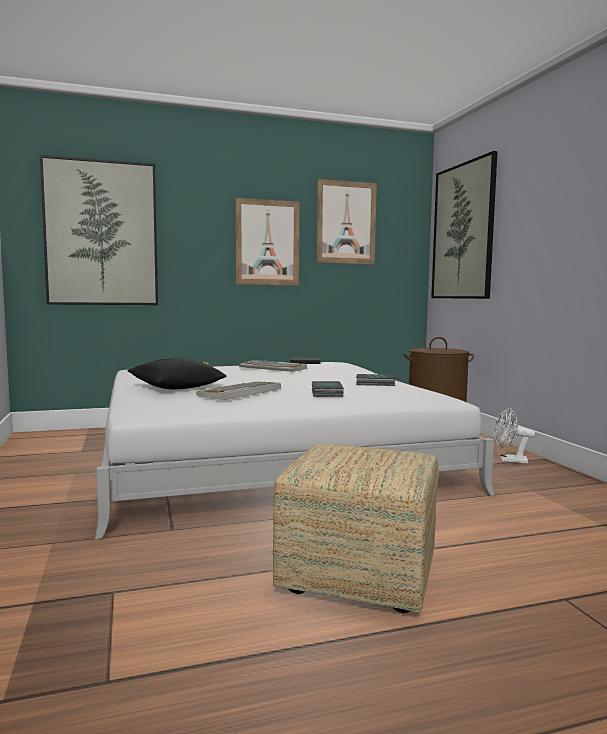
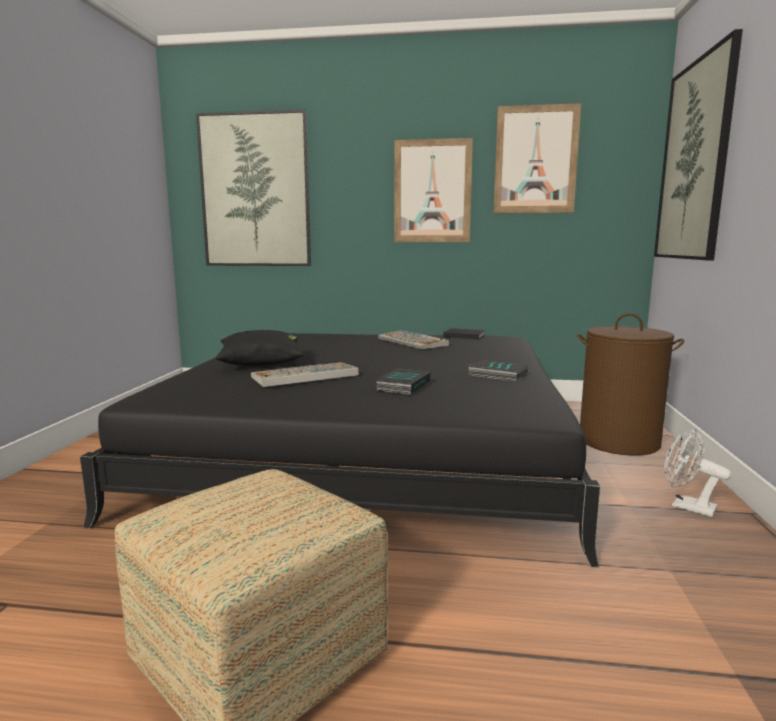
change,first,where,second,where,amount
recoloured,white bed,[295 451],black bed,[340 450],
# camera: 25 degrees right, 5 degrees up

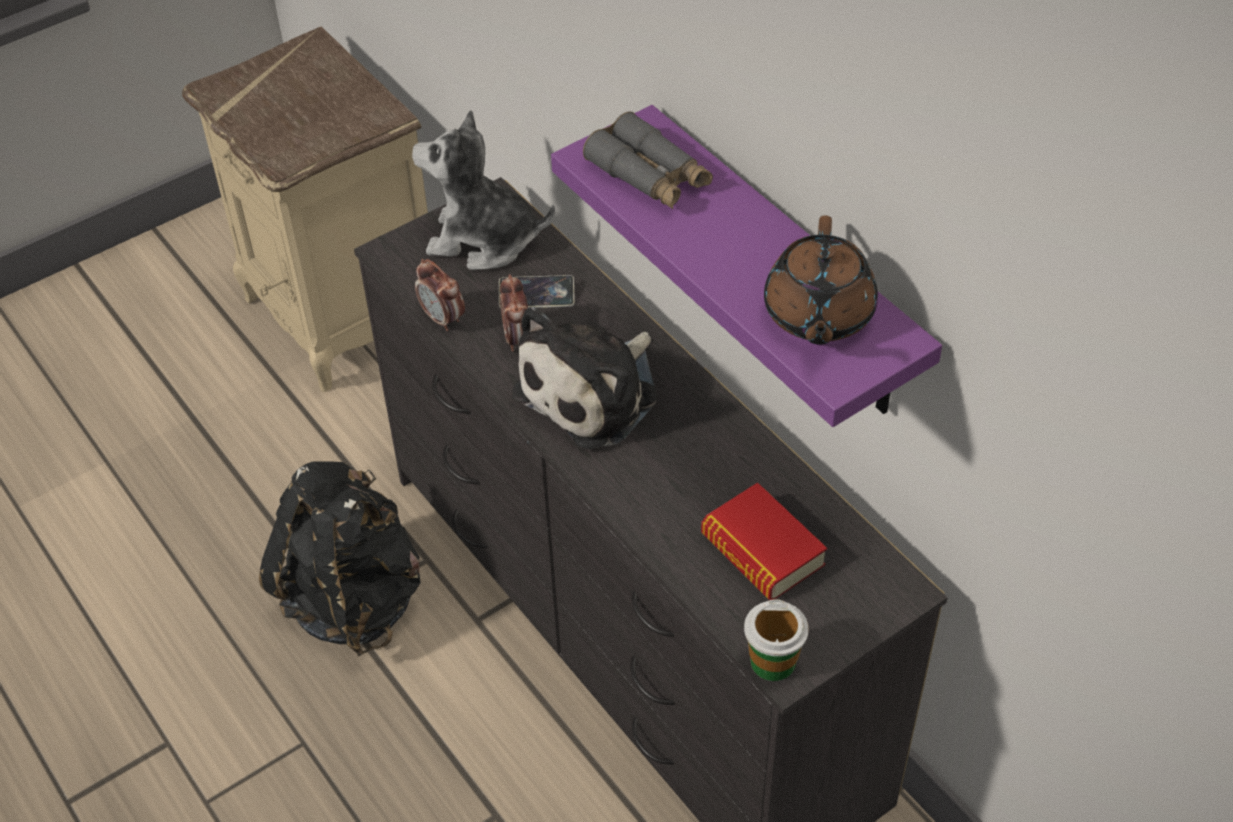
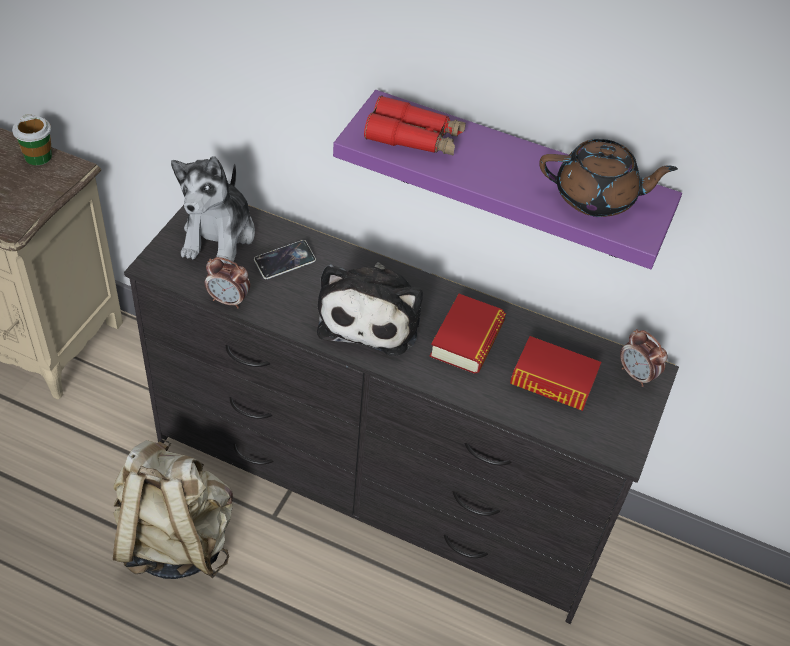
change,first,where,second,where,amount
turned,plush toy,[483 190],,[213 210],60 degrees counterclockwise
recoloured,grey binoculars,[648 160],red binoculars,[415 125],
turned,brown teapot,[821 280],,[608 178],60 degrees counterclockwise
moved,alarm clock,[514 313],,[644 358],
recoloured,black backpack,[340 558],beige backpack,[173 509],
moved,cup,[776 640],,[32 139],
added,,,book,[467 334],
# camera: 35 degrees left, 0 degrees up

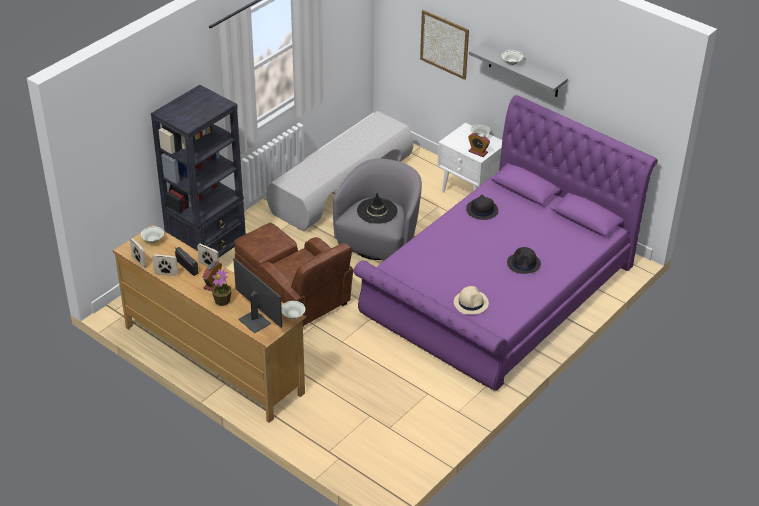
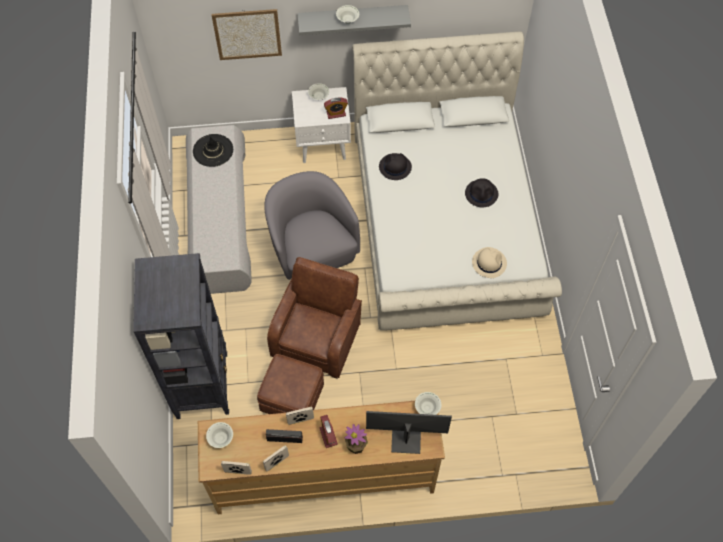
change,first,where,second,where,amount
recoloured,purple bed,[505 243],beige bed,[457 180],
moved,black hat,[377 208],,[213 150],
turned,brown armchair,[293 275],,[309 335],75 degrees counterclockwise
# camera: 45 degrees left, 20 degrees up

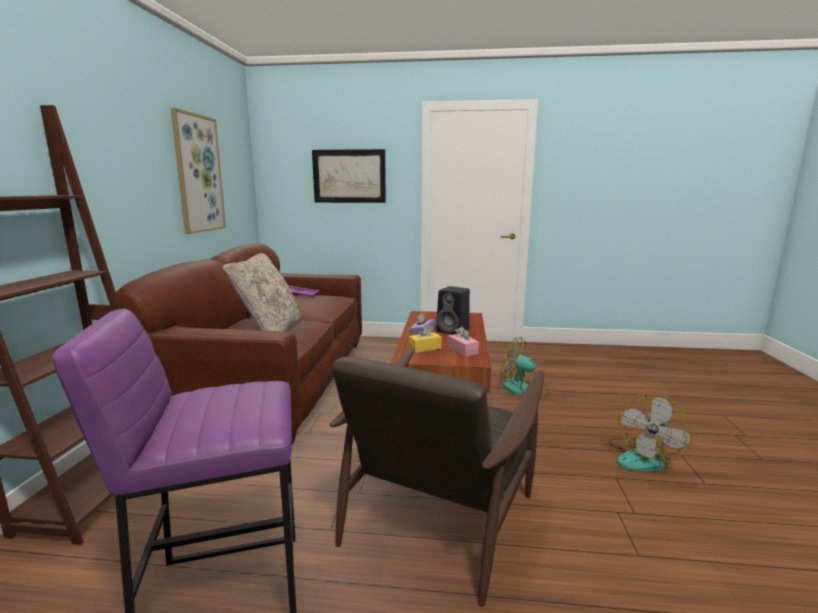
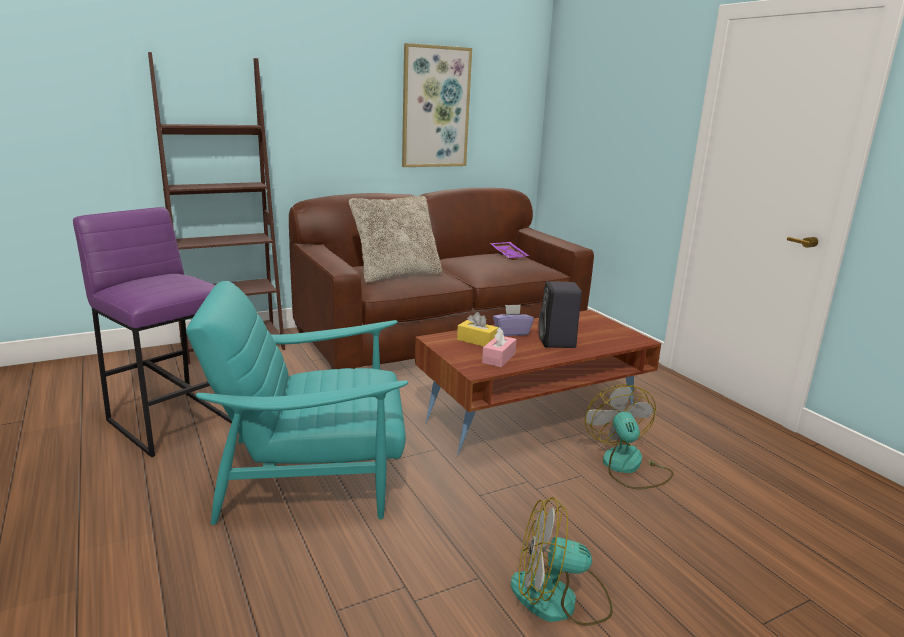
change,first,where,second,where,amount
removed,picture,[349 176],,,
recoloured,brown armchair,[437 477],turquoise armchair,[297 403],
# camera: 55 degrees right, 5 degrees up

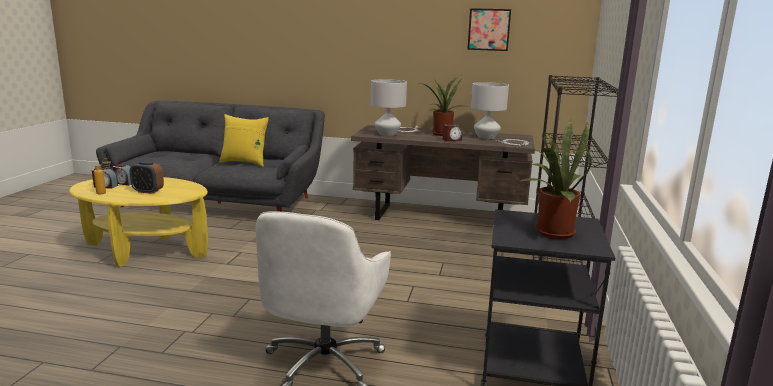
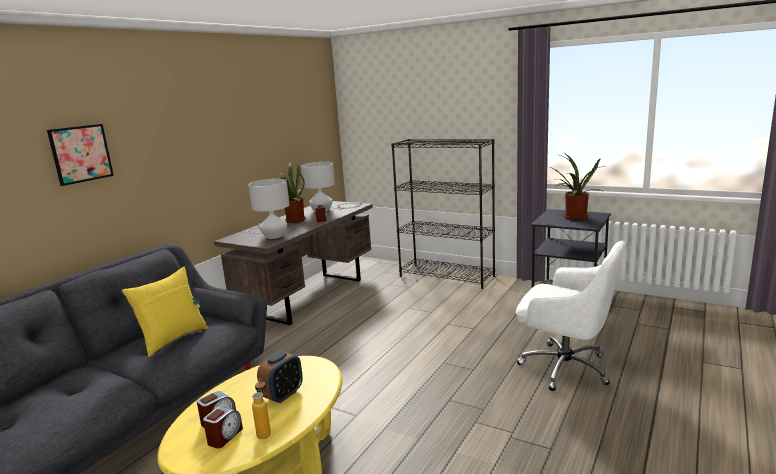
change,first,where,second,where,amount
moved,picture,[489 29],,[80 155],
# camera: 70 degrees left, 0 degrees up

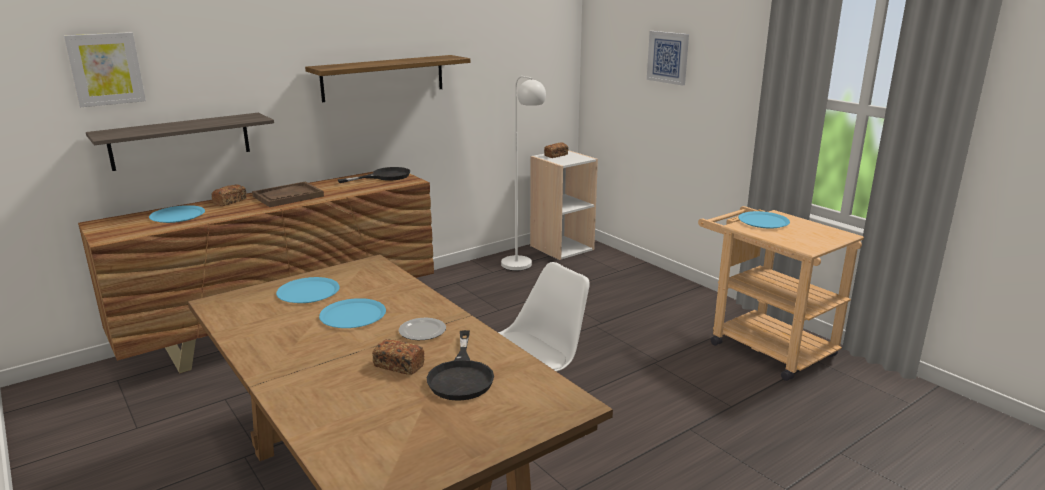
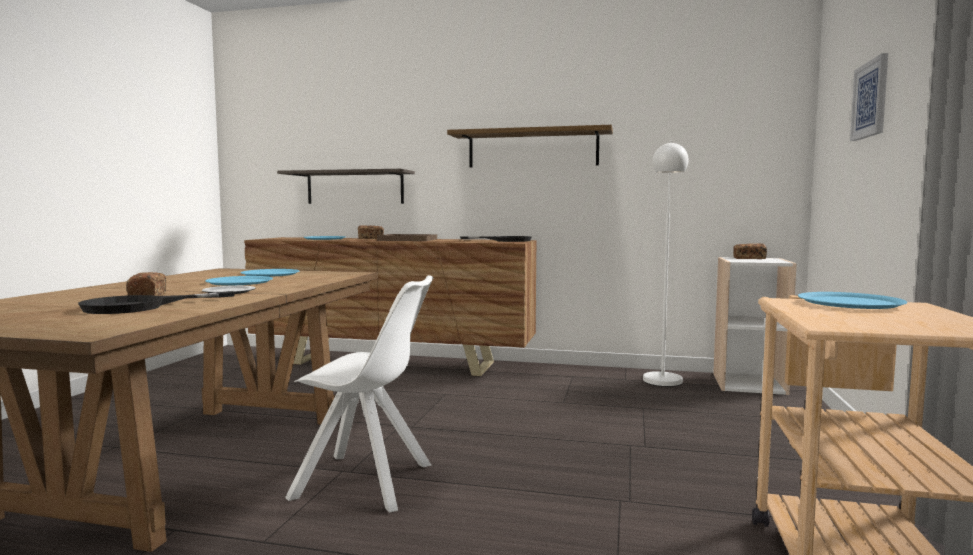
change,first,where,second,where,amount
removed,picture,[105 69],,,
# camera: 50 degrees right, 15 degrees down

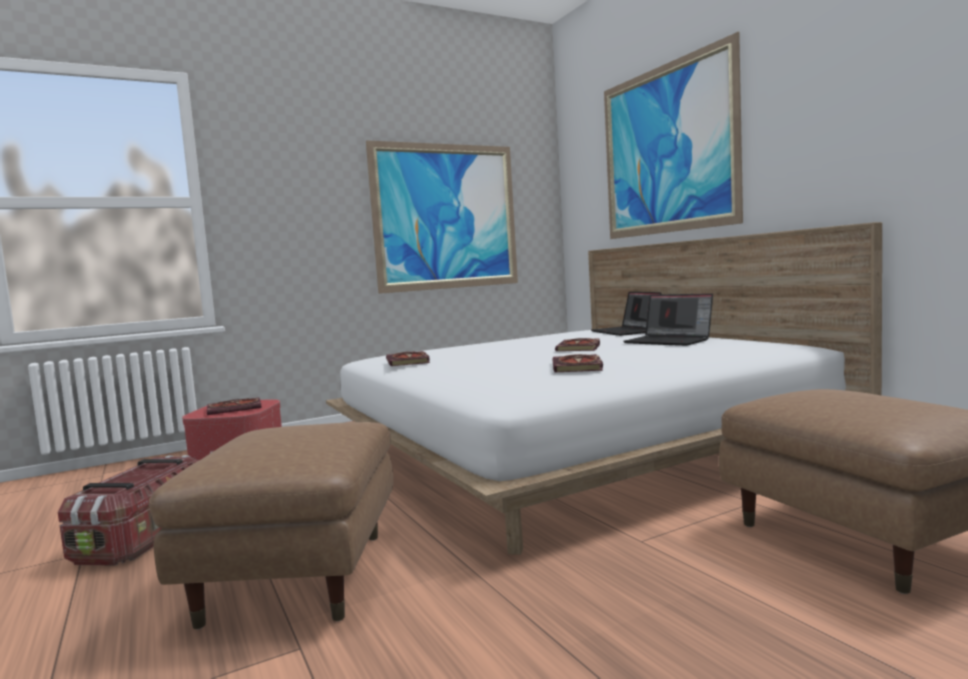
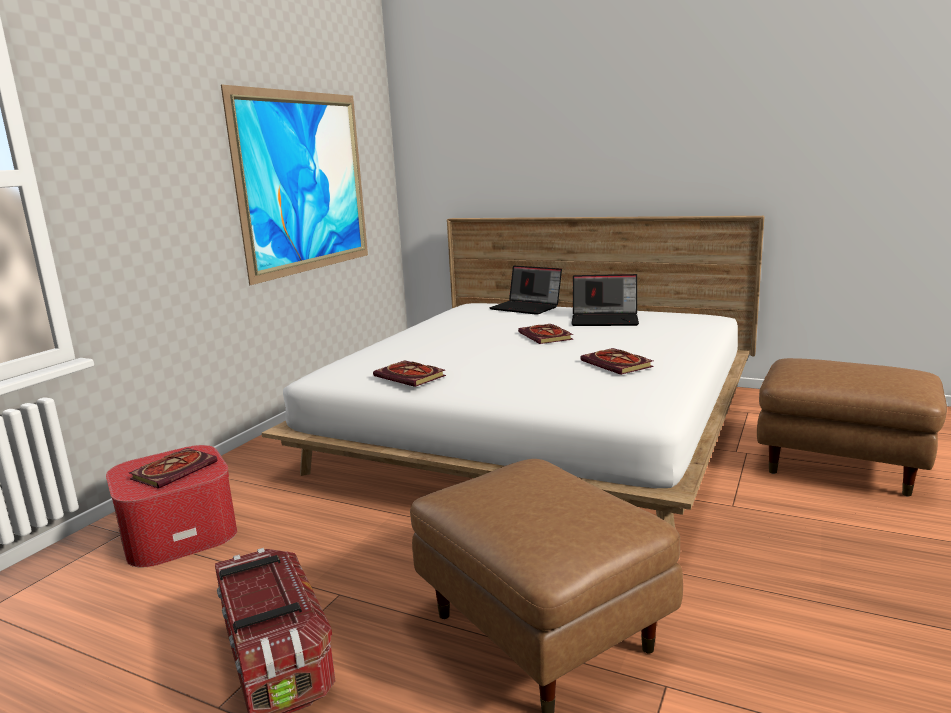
change,first,where,second,where,amount
removed,picture,[673 135],,,
# camera: 35 degrees left, 10 degrees up

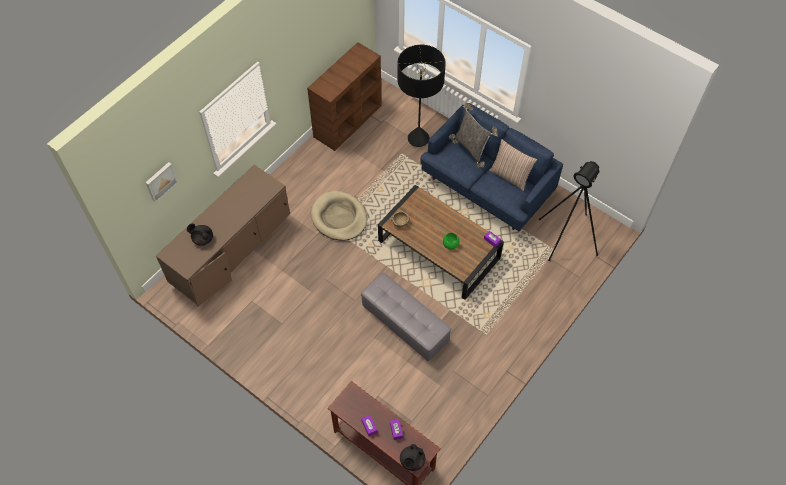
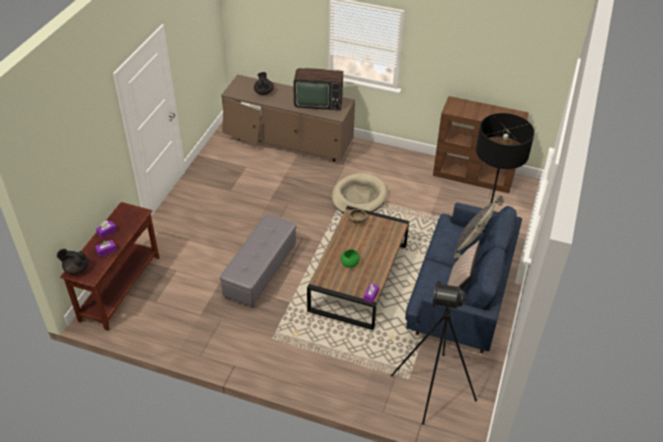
change,first,where,second,where,amount
removed,picture,[161 182],,,
added,,,television,[318 89],
# camera: 70 degrees right, 15 degrees down

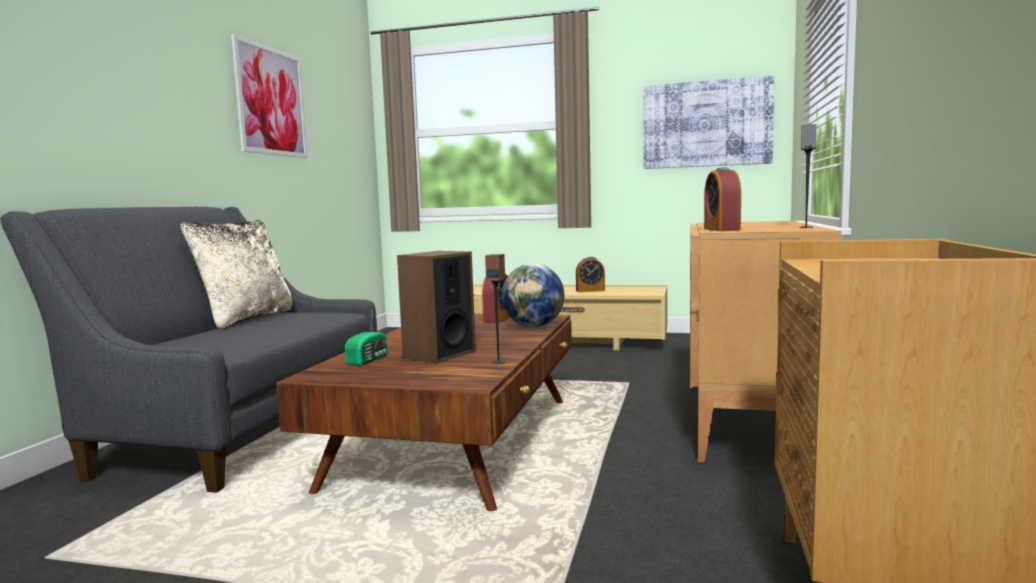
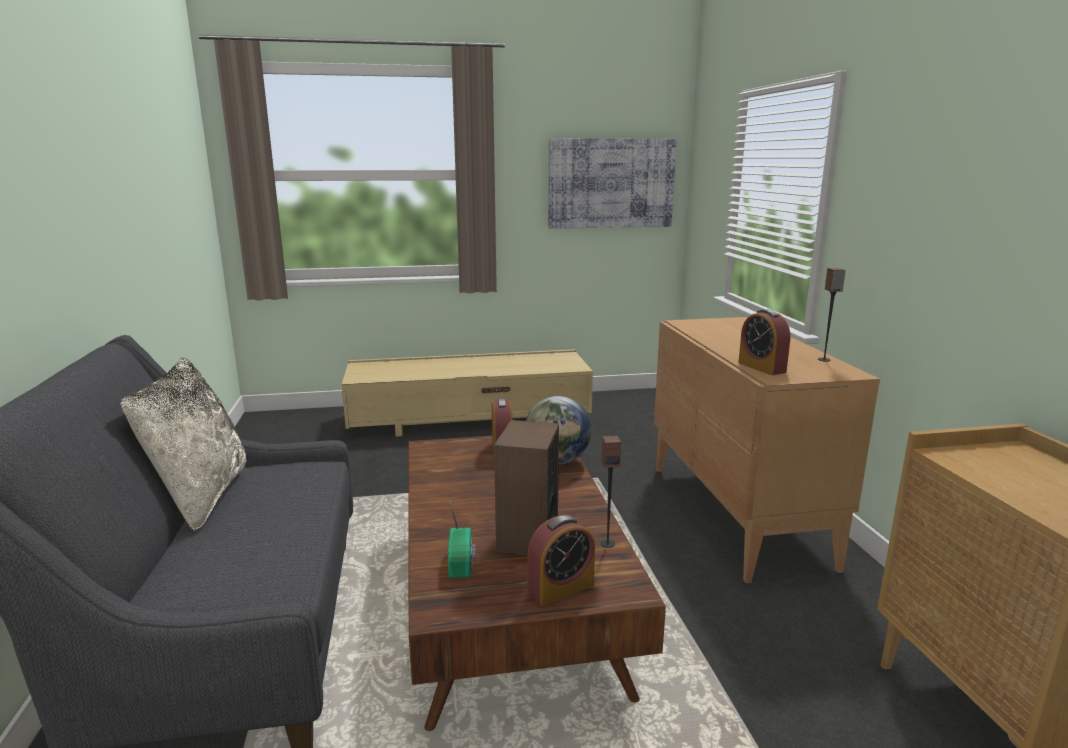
change,first,where,second,where,amount
removed,picture,[269 96],,,
moved,alarm clock,[590 274],,[561 560],
# camera: 25 degrees left, 10 degrees up

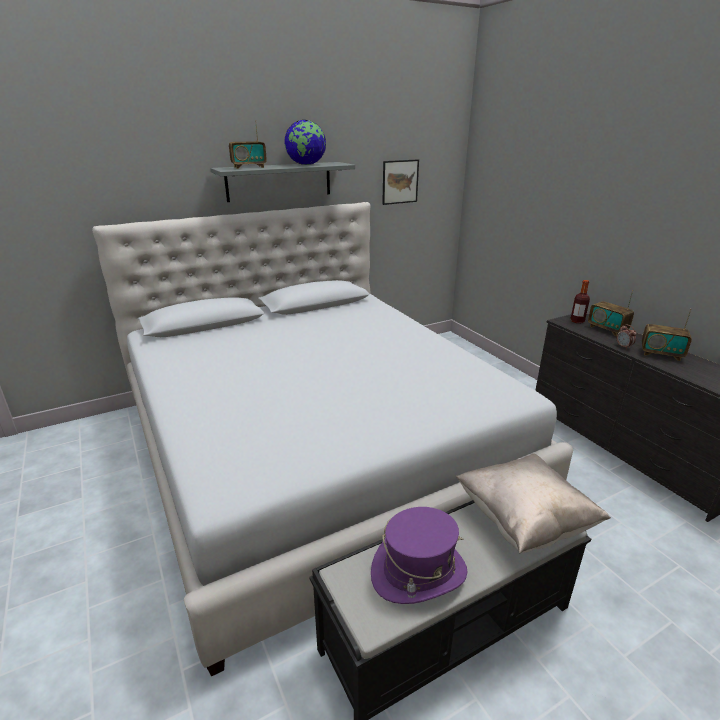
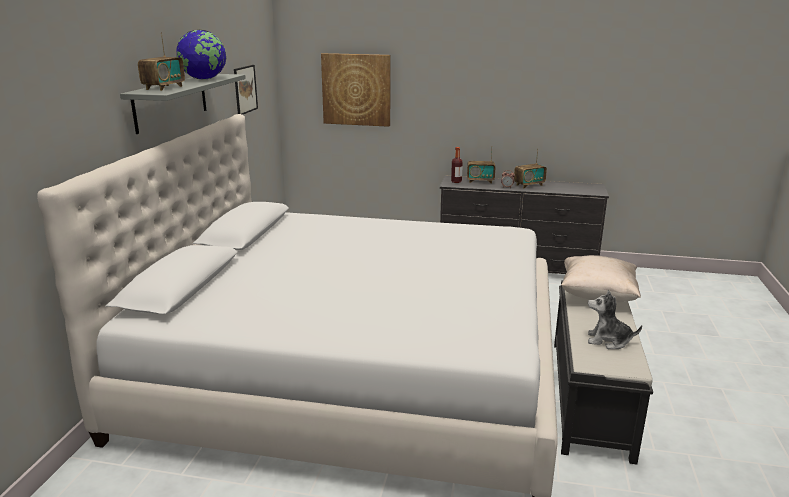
change,first,where,second,where,amount
replaced,purple hat,[419 555],plush toy,[615 319],
added,,,picture,[356 90],
# camera: 50 degrees left, 5 degrees down

